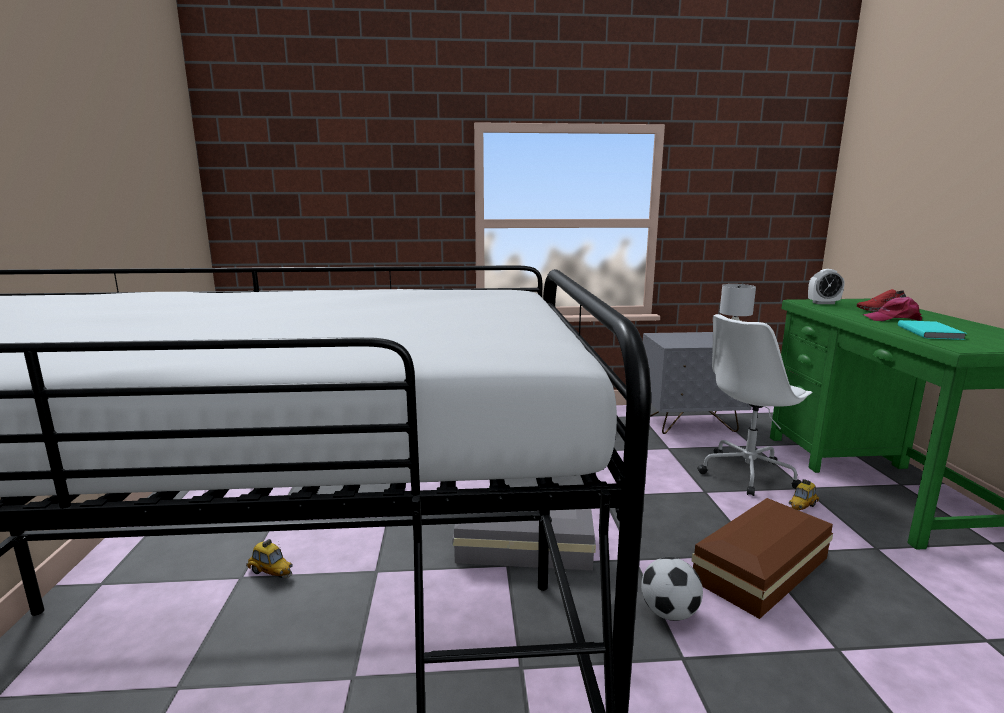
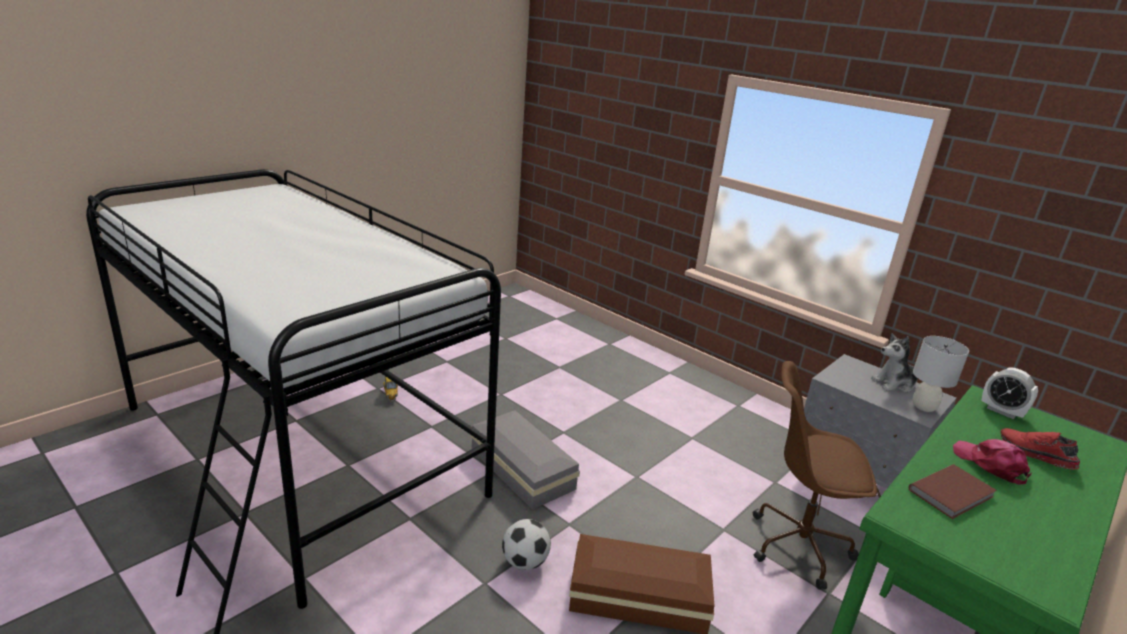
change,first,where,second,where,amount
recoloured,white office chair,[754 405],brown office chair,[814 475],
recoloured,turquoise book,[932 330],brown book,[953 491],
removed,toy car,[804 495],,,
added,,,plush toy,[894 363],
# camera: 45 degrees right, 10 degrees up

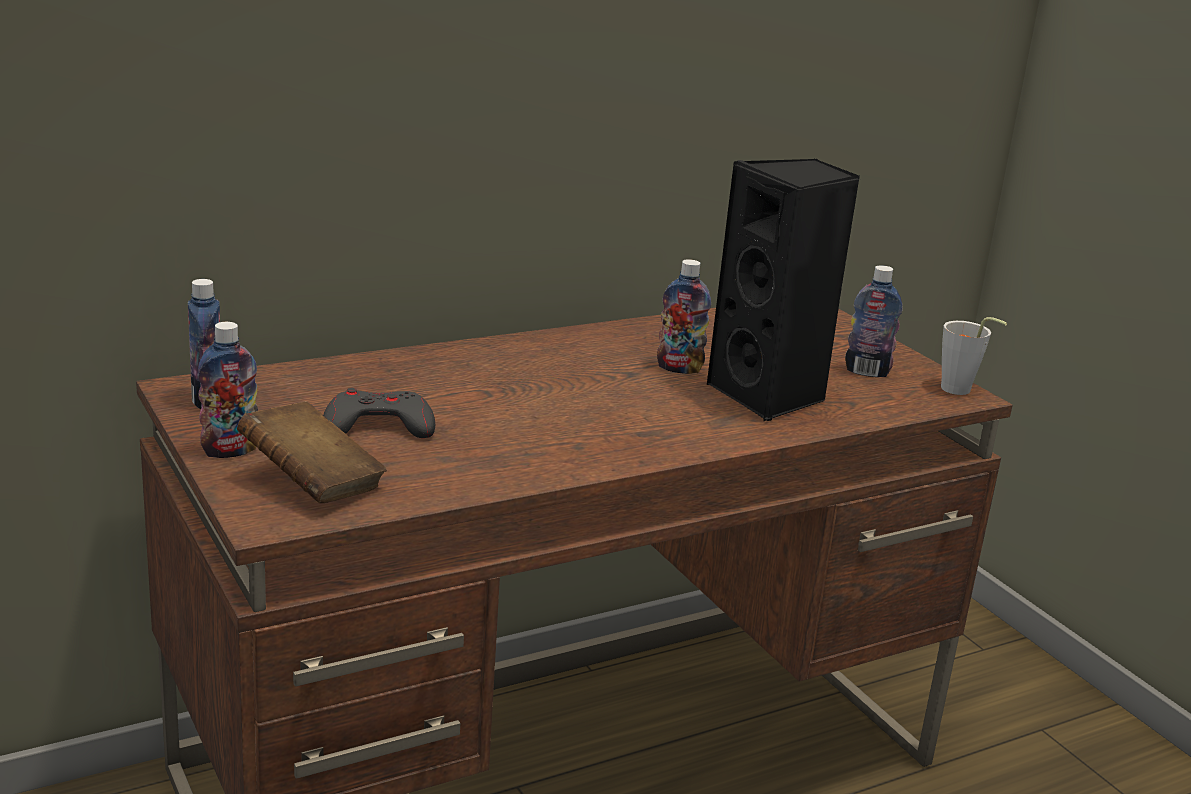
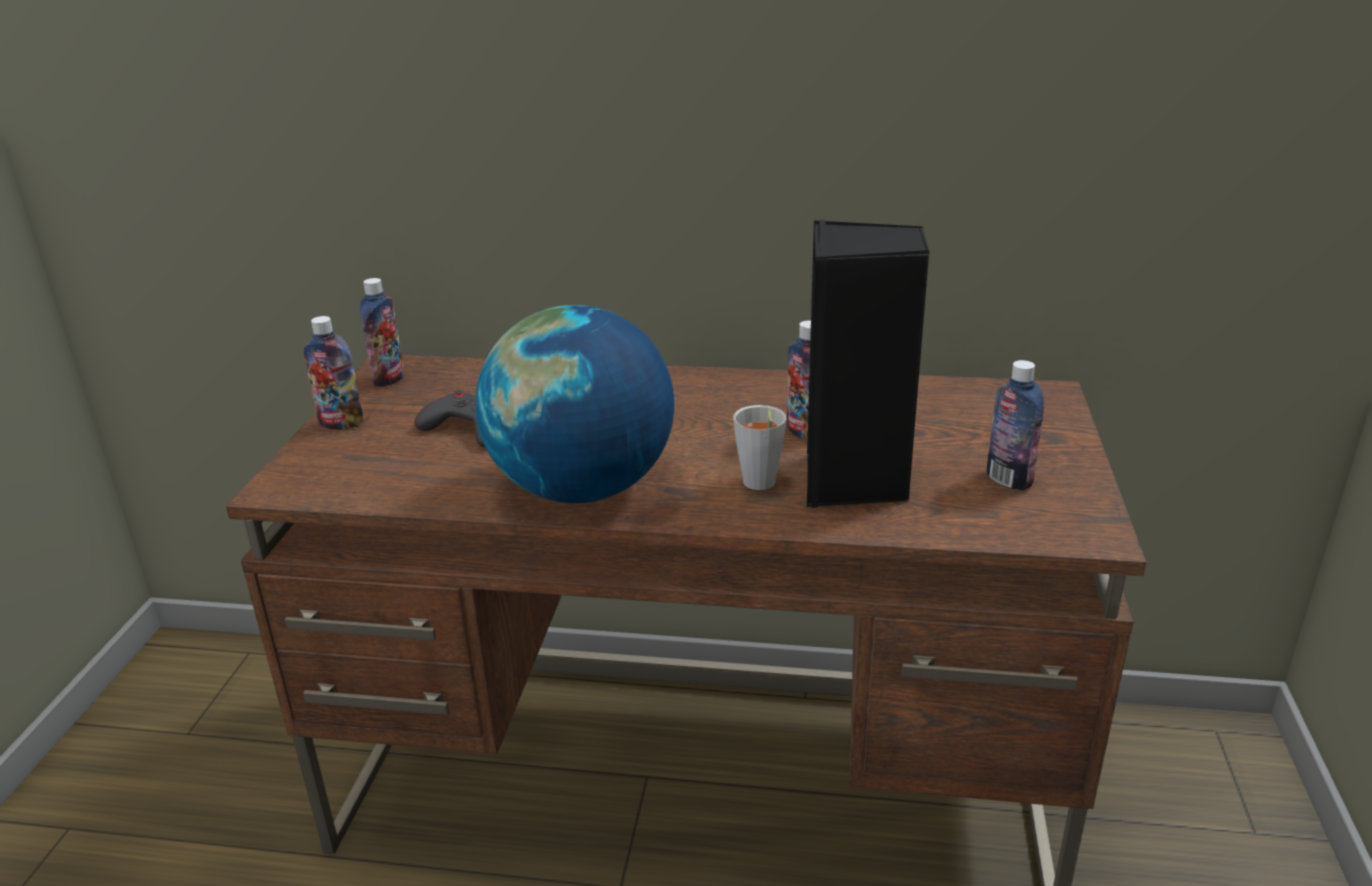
change,first,where,second,where,amount
moved,grey cup,[974 356],,[759 447],
removed,brown book,[312 452],,,
added,,,globe,[574 404],
# camera: 40 degrees right, 5 degrees up

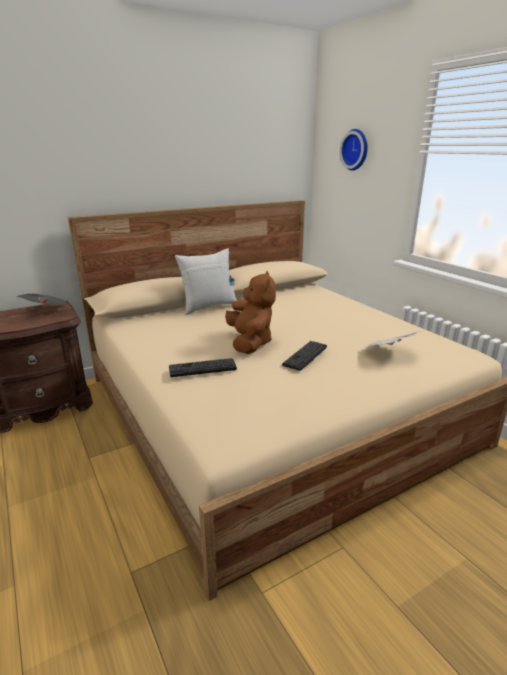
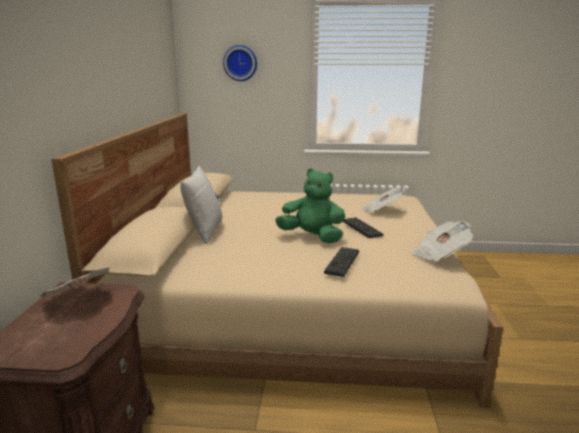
change,first,where,second,where,amount
recoloured,brown plush toy,[250 312],green plush toy,[310 205],
added,,,newspaper,[442 241],
# camera: 55 degrees left, 5 degrees down

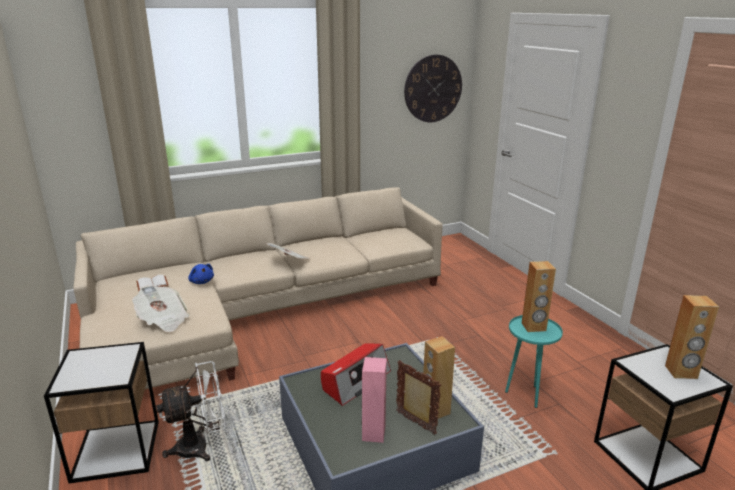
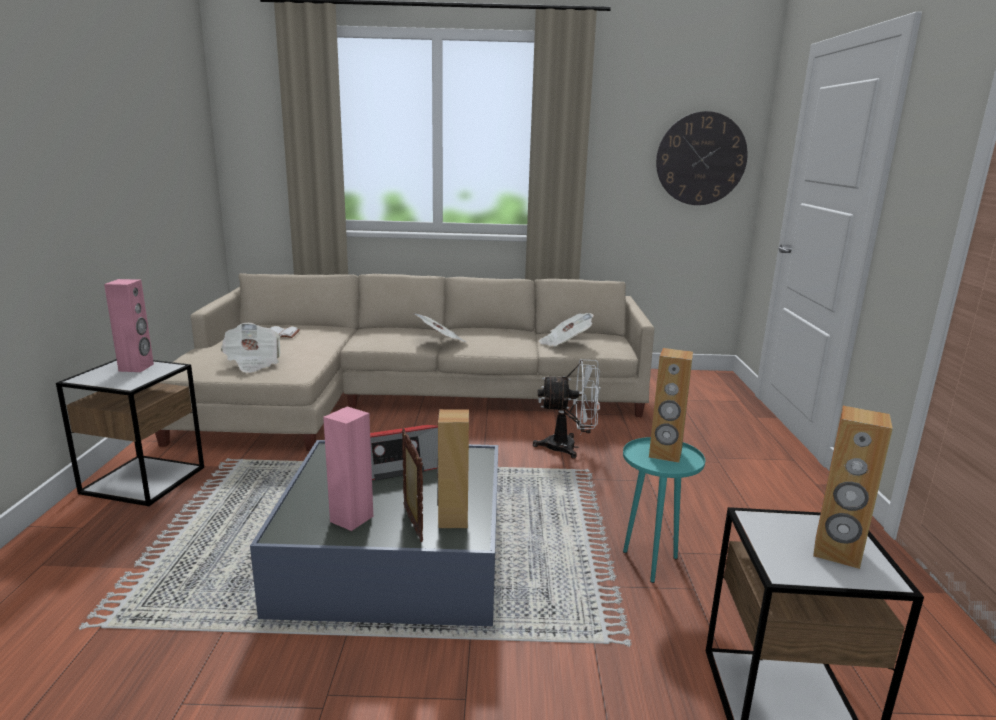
change,first,where,second,where,amount
removed,blue plush toy,[201 274],,,
moved,white fan,[190 411],,[567 409],
added,,,pink speaker,[129 325],
added,,,newspaper,[566 330],
# camera: 25 degrees right, 5 degrees down

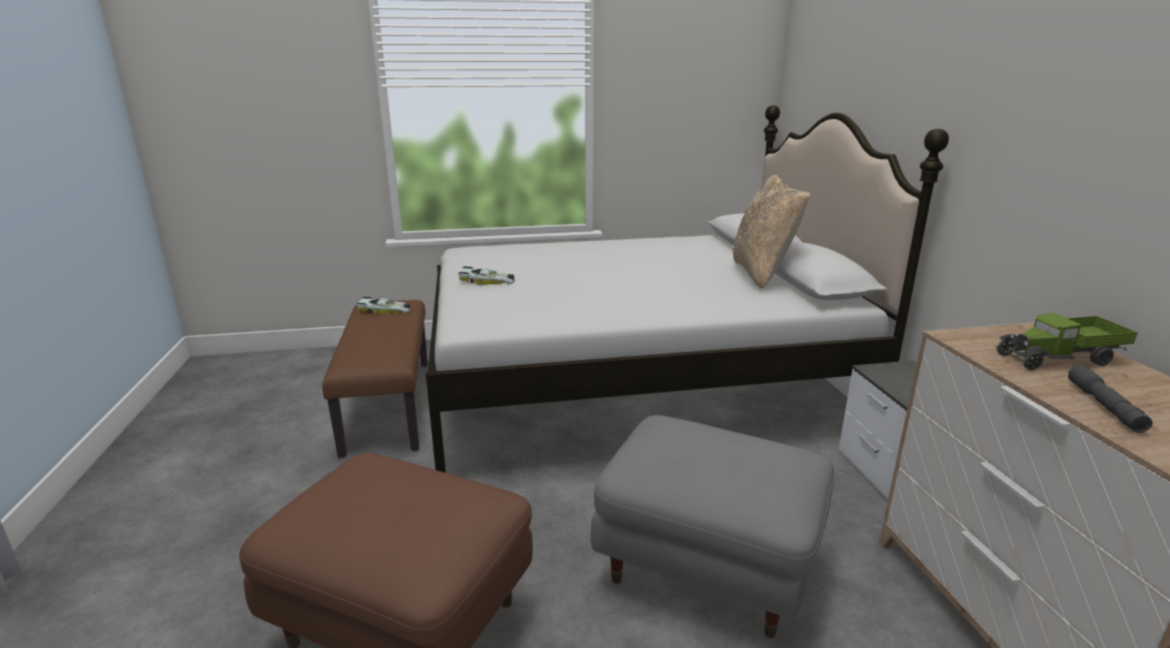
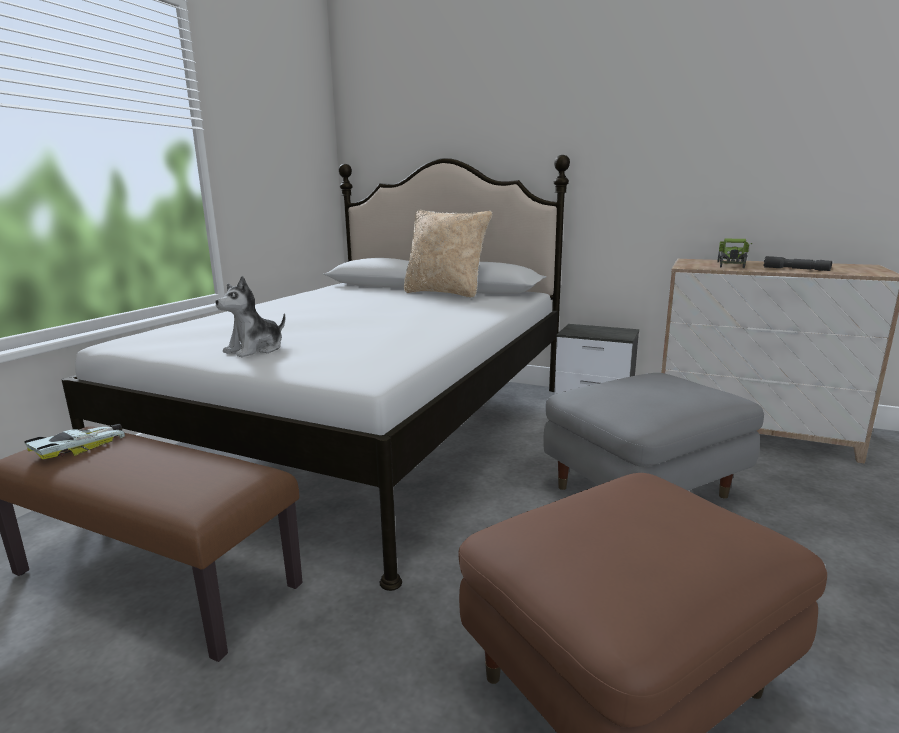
change,first,where,second,where,amount
replaced,toy car,[486 276],plush toy,[250 317],
# camera: 55 degrees left, 5 degrees down

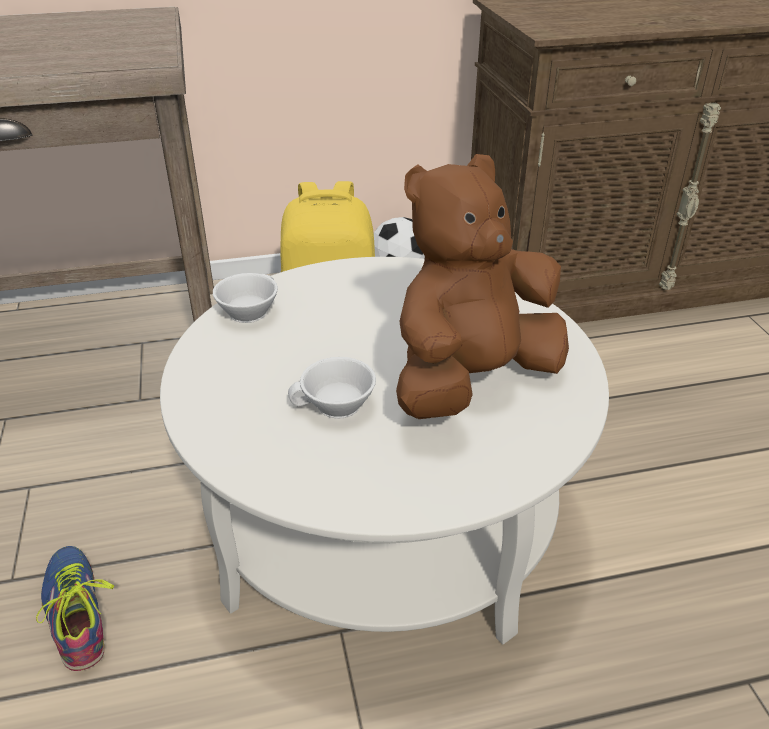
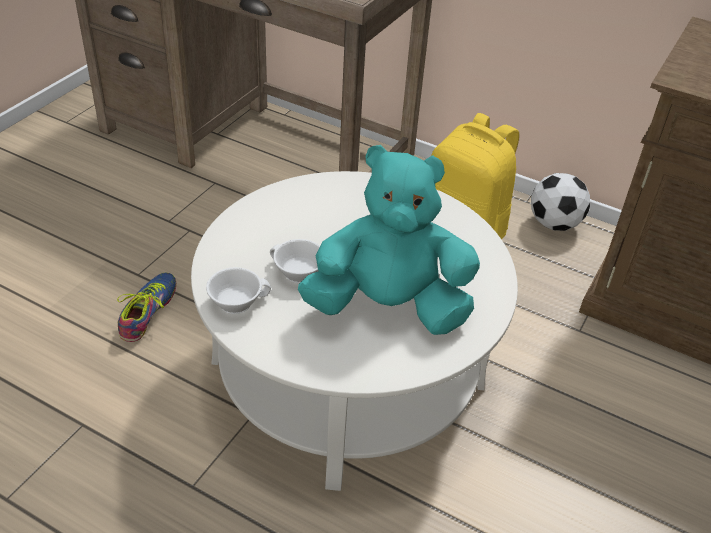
change,first,where,second,where,amount
recoloured,brown plush toy,[482 286],turquoise plush toy,[389 240],
moved,white cup,[245 298],,[238 290],
# camera: 40 degrees right, 5 degrees up

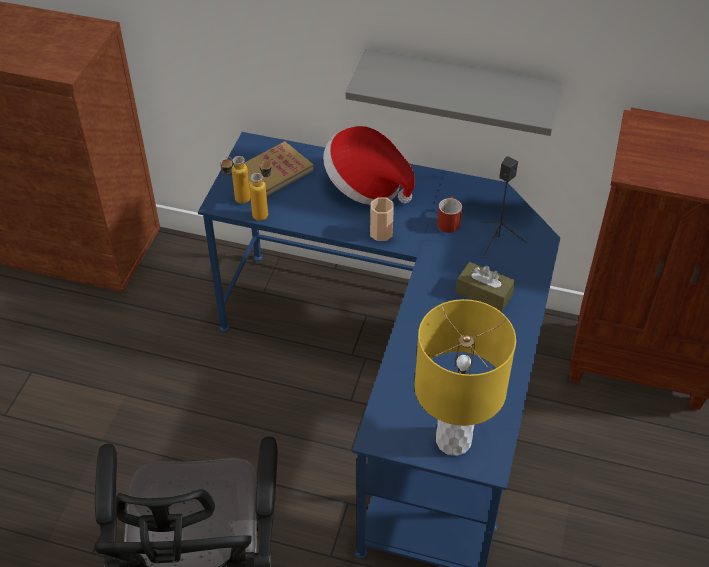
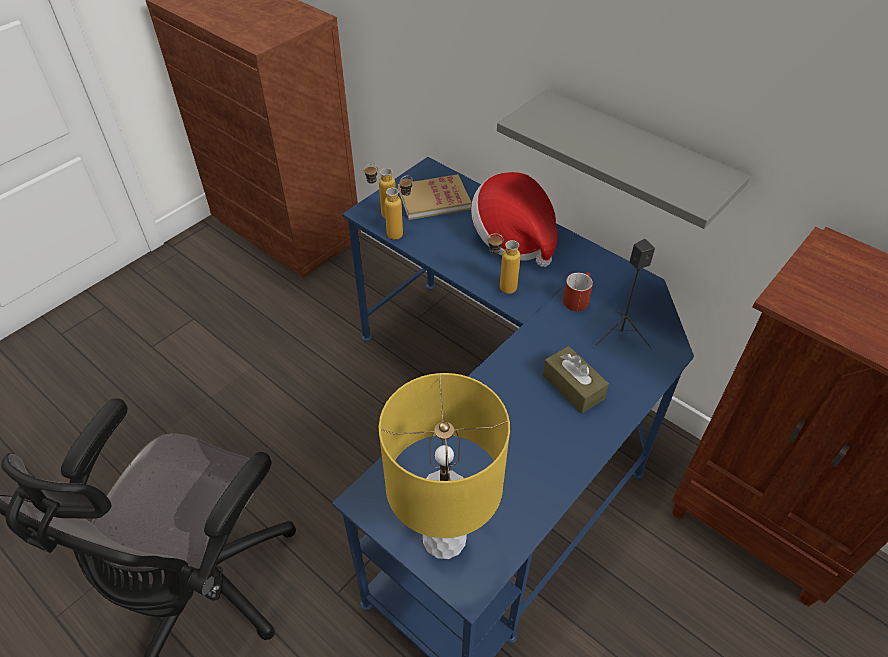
change,first,where,second,where,amount
replaced,cup,[382 219],bottle,[504 264],
# camera: 25 degrees right, 0 degrees up

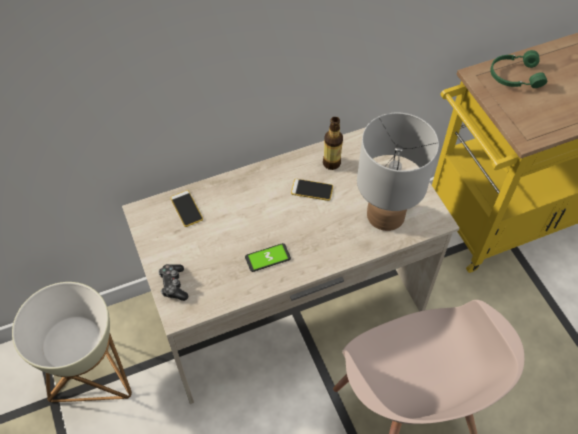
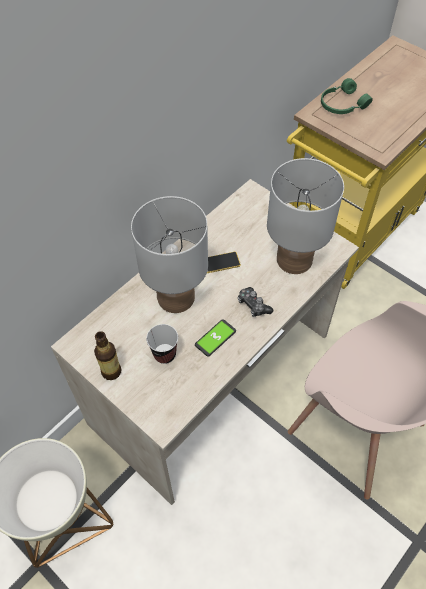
change,first,where,second,where,amount
moved,bottle,[333 143],,[107 355],
removed,phone,[186 208],,,
moved,game controller,[173 282],,[256 302],
added,,,grey table lamp,[169 254],
added,,,cup,[162 344],
# camera: 25 degrees left, 0 degrees up

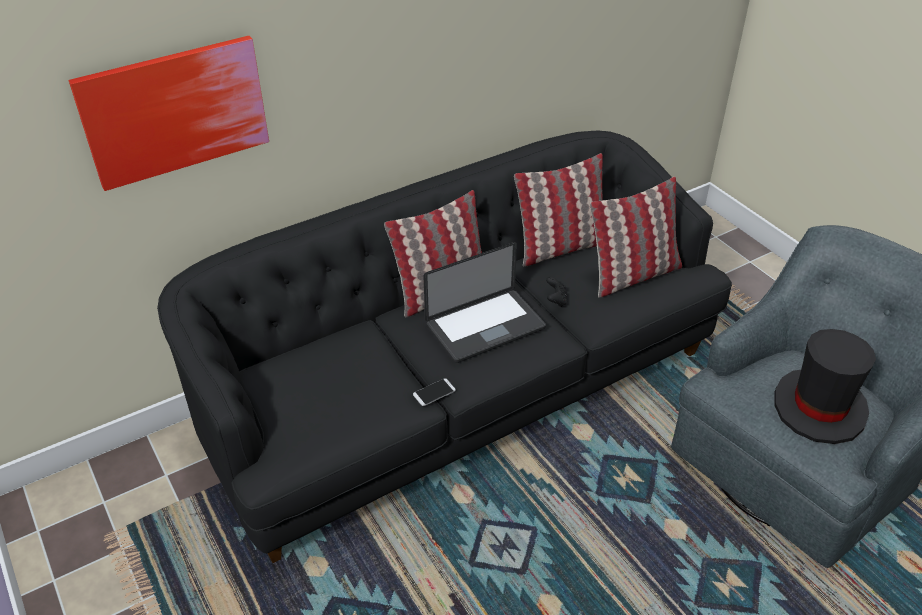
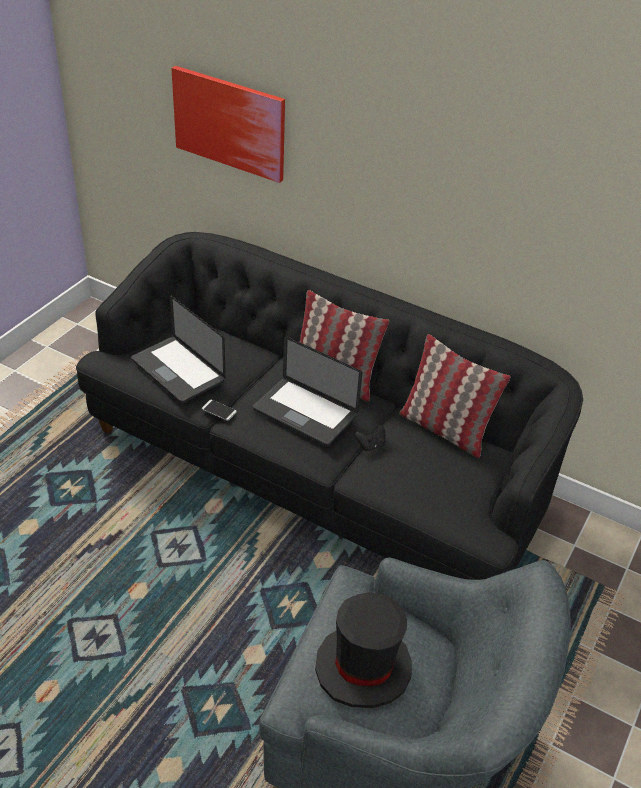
change,first,where,second,where,amount
removed,pillow,[636 237],,,
added,,,laptop,[178 349],
# camera: 60 degrees right, 0 degrees up

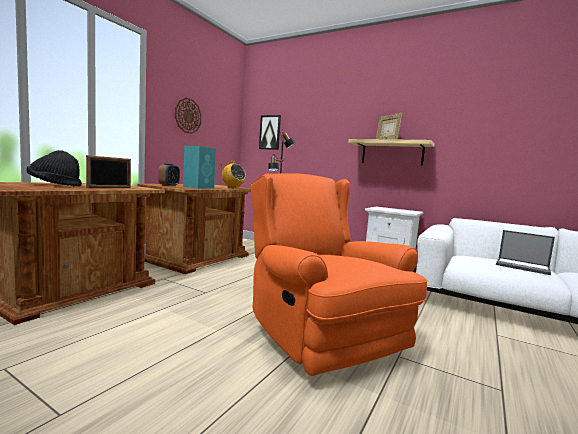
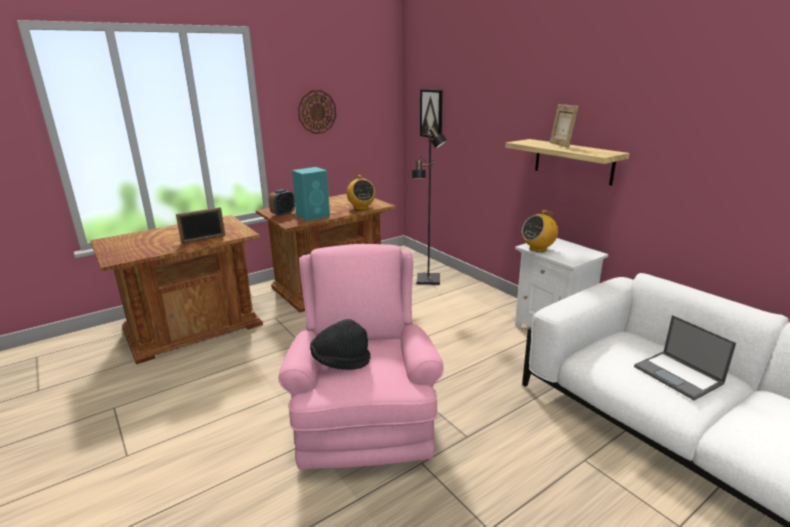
change,first,where,second,where,amount
moved,black hat,[54 168],,[340 344],
recoloured,orange armchair,[339 274],pink armchair,[361 357],
added,,,radio,[540 231],
# camera: 25 degrees right, 15 degrees up

